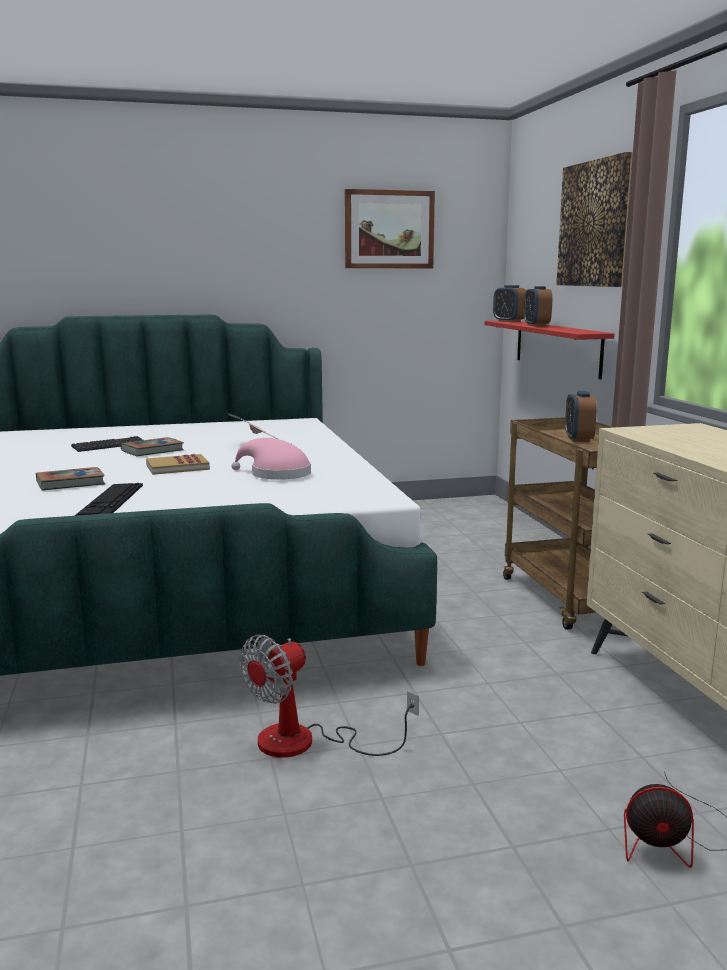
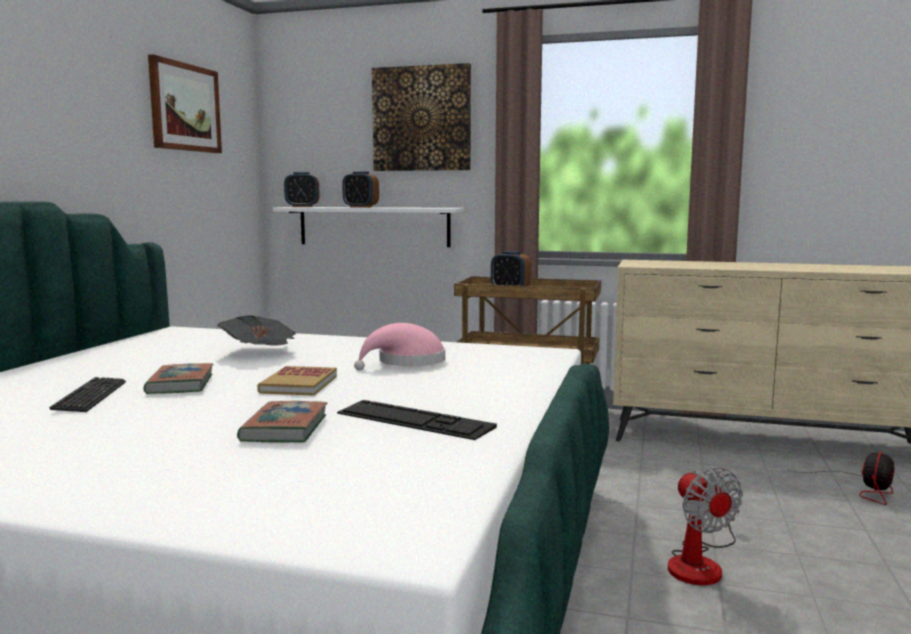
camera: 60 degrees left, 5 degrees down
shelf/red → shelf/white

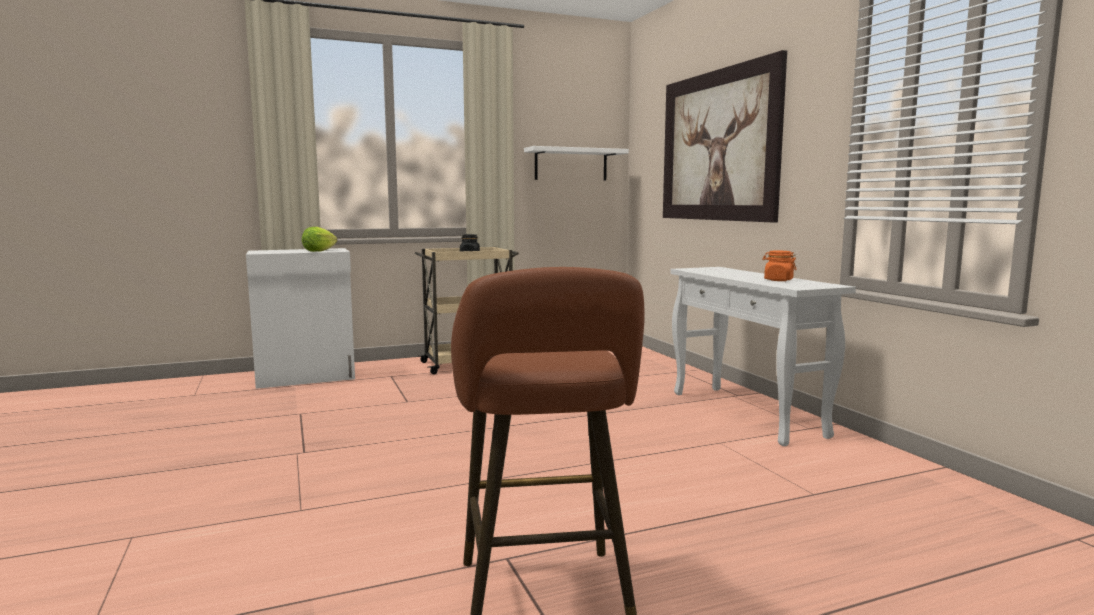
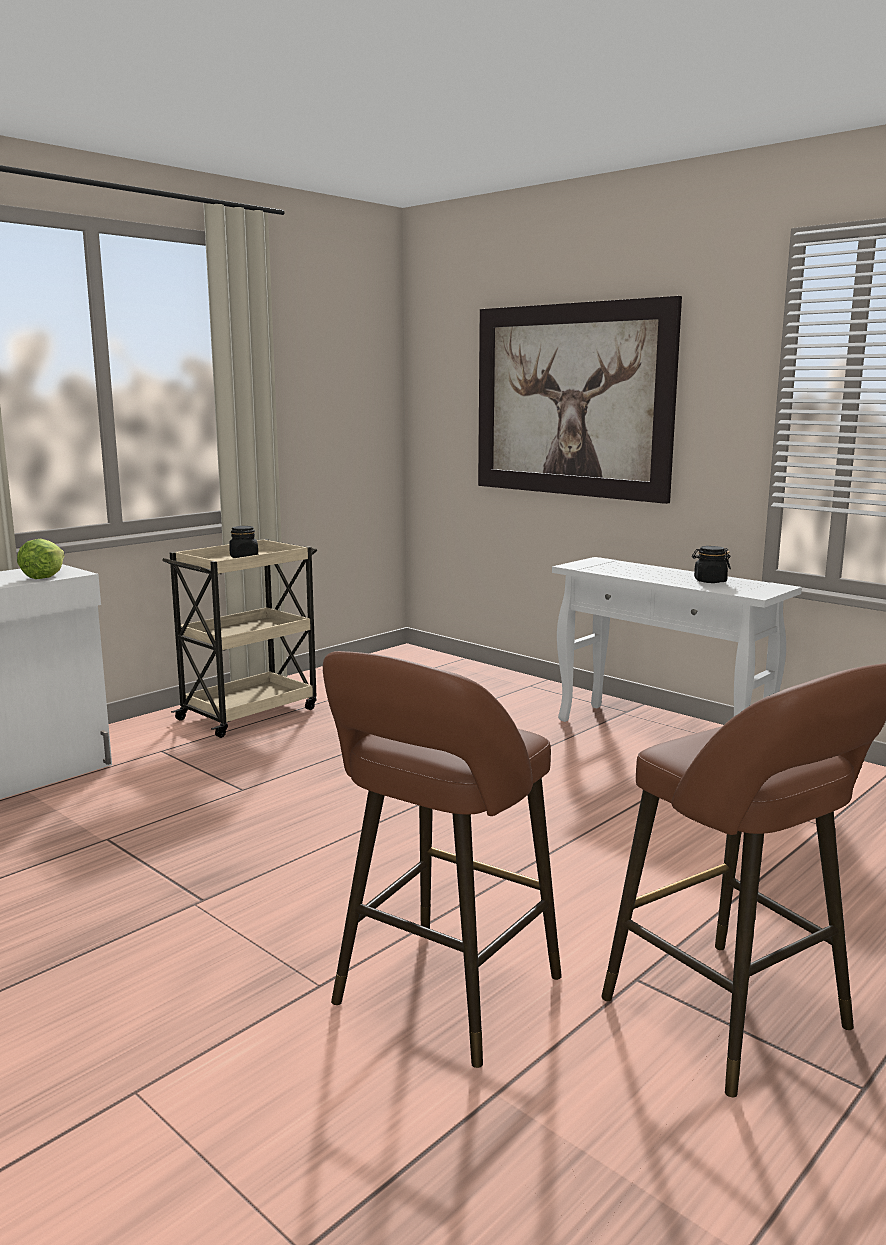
camera: 25 degrees left, 5 degrees up
- → stool/brown (1st from left)
jar/orange → jar/black (2nd from left)
shelf/white → -

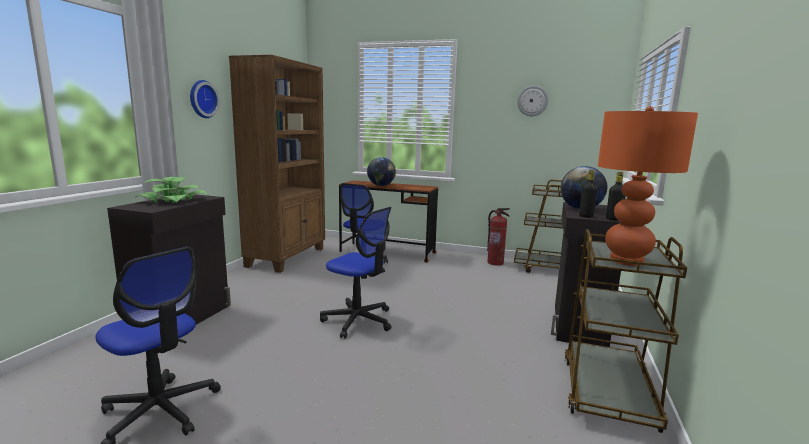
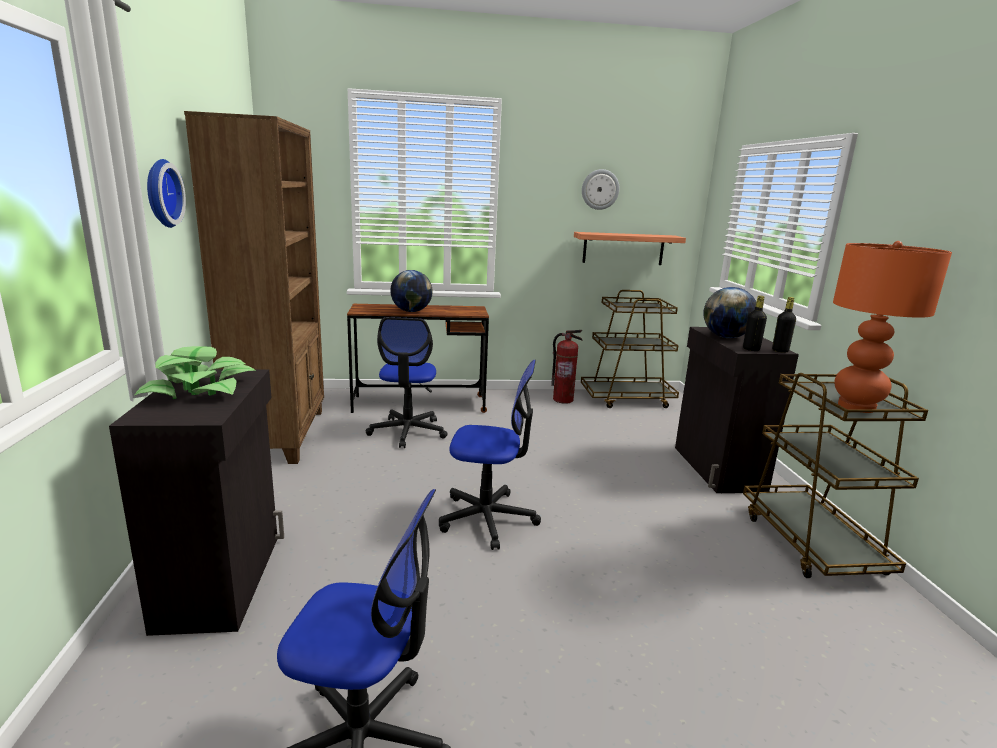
camera: 25 degrees left, 5 degrees up
- → shelf

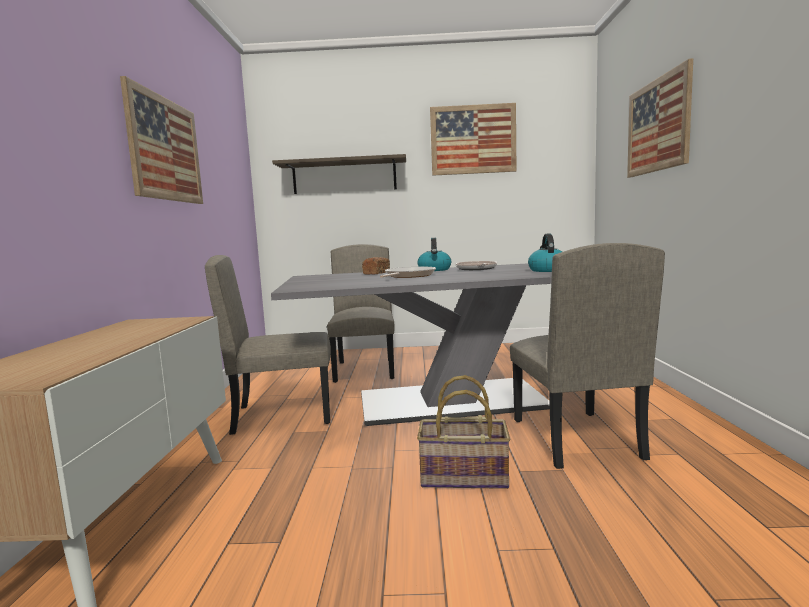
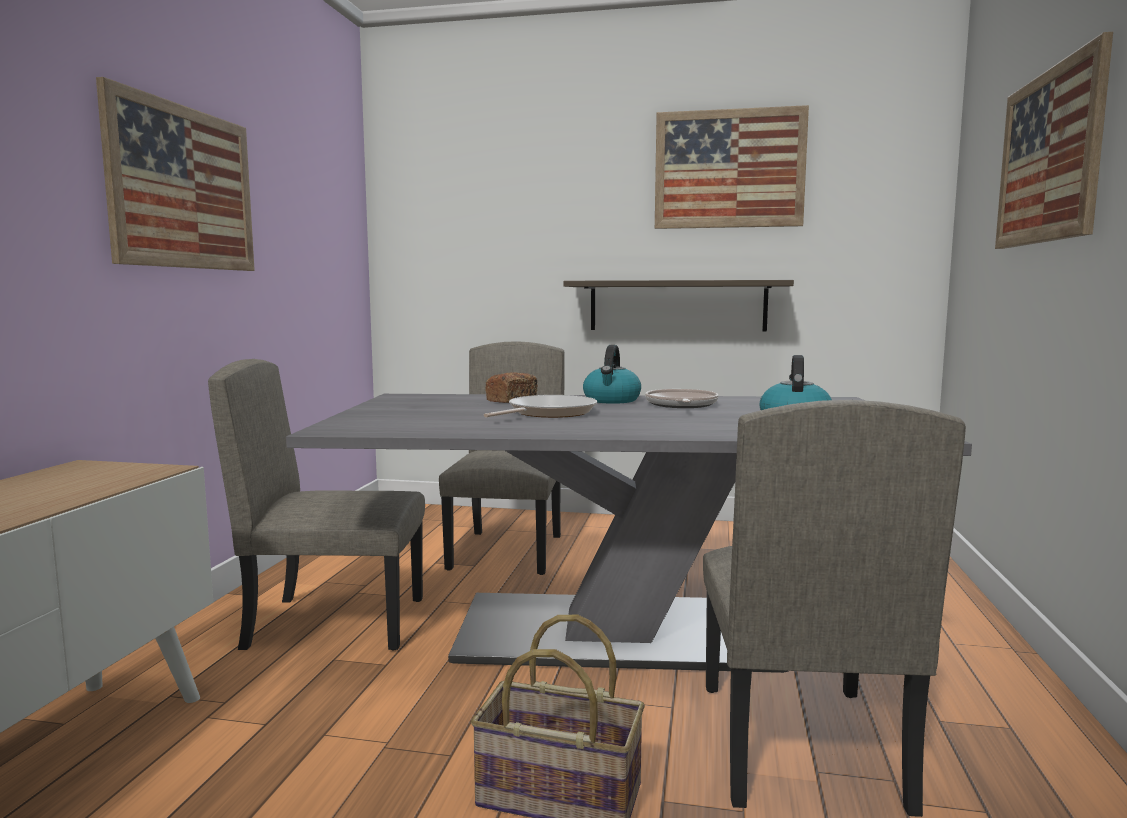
camera: 10 degrees right, 0 degrees up
shelf, move

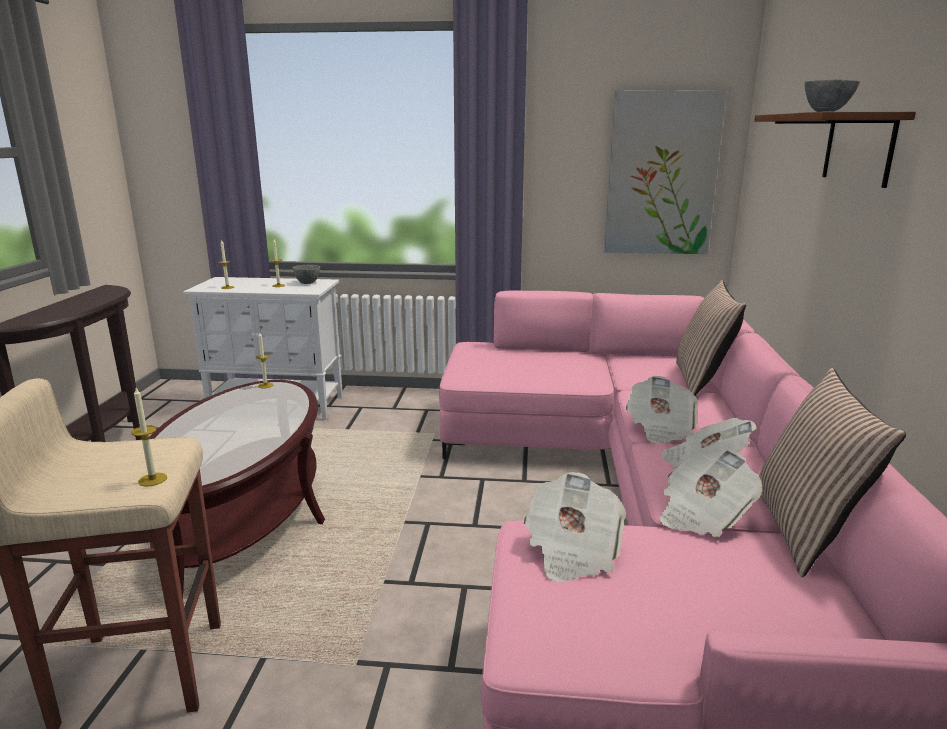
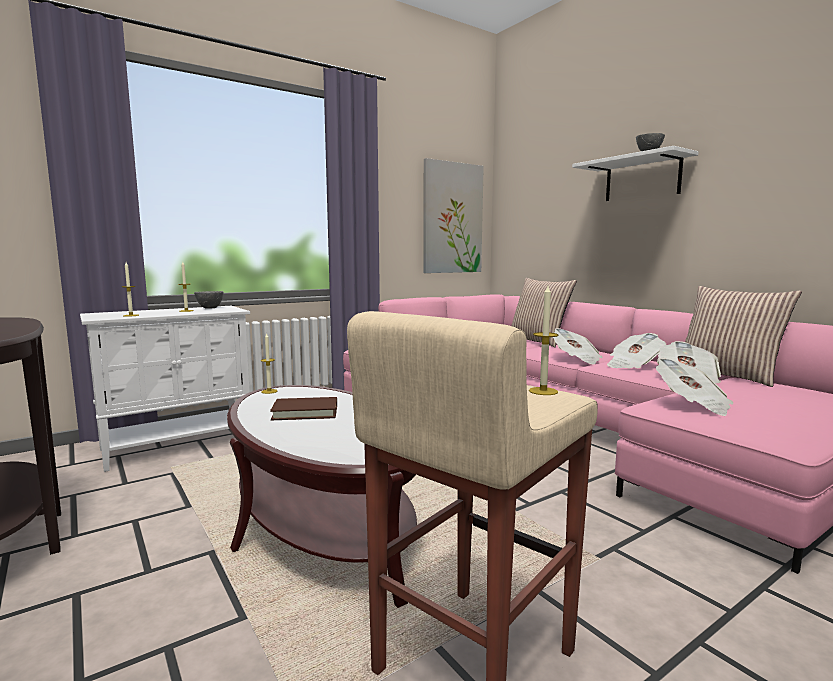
camera: 40 degrees left, 10 degrees down
- → book/brown
shelf/brown → shelf/white

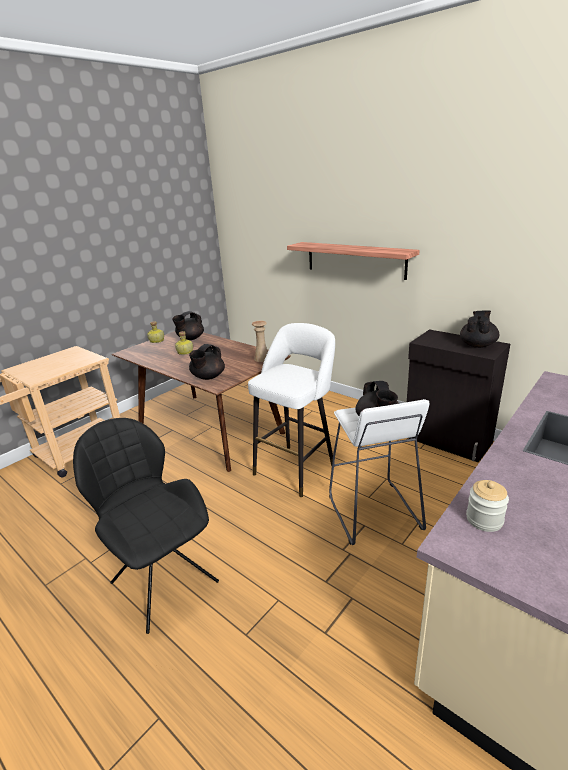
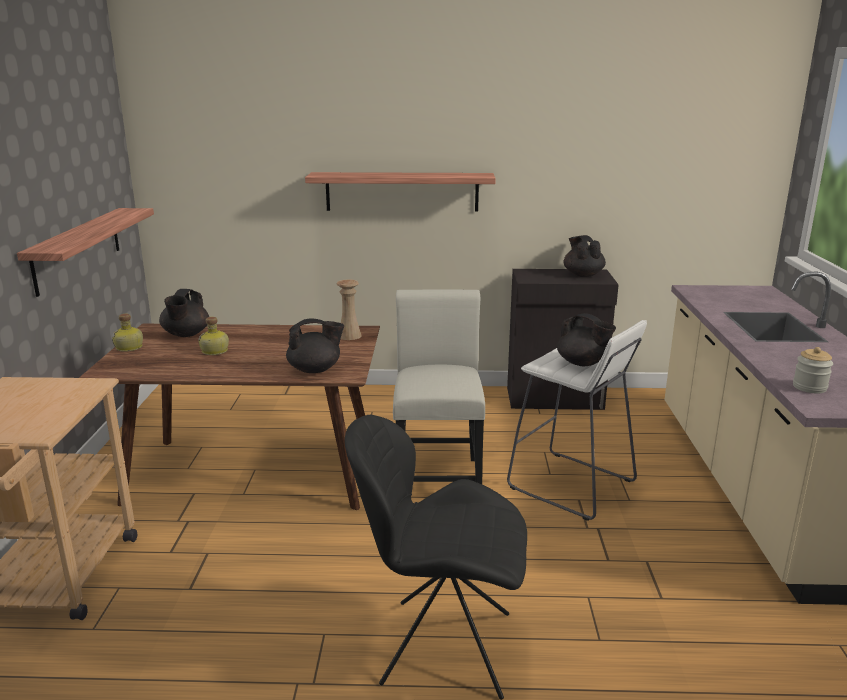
camera: 40 degrees left, 5 degrees down
- → shelf (1st from left)
teapot/black (2nd from left), 90 degrees counterclockwise
stool/white (1st from left) → chair/white

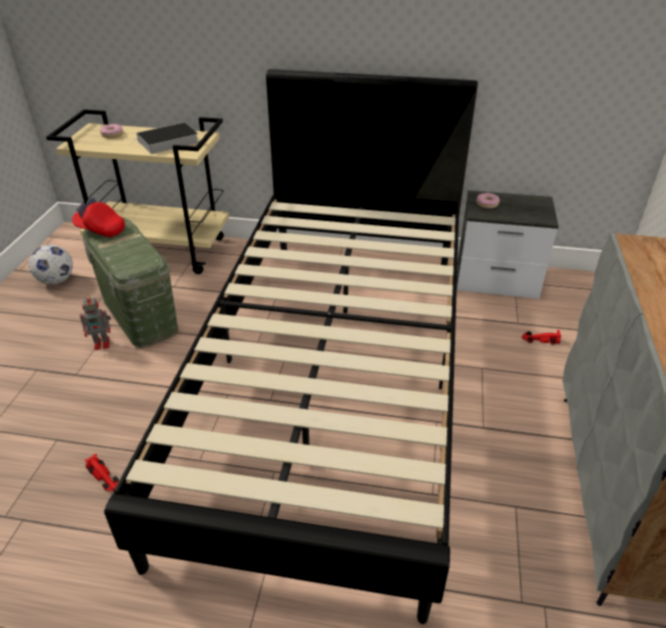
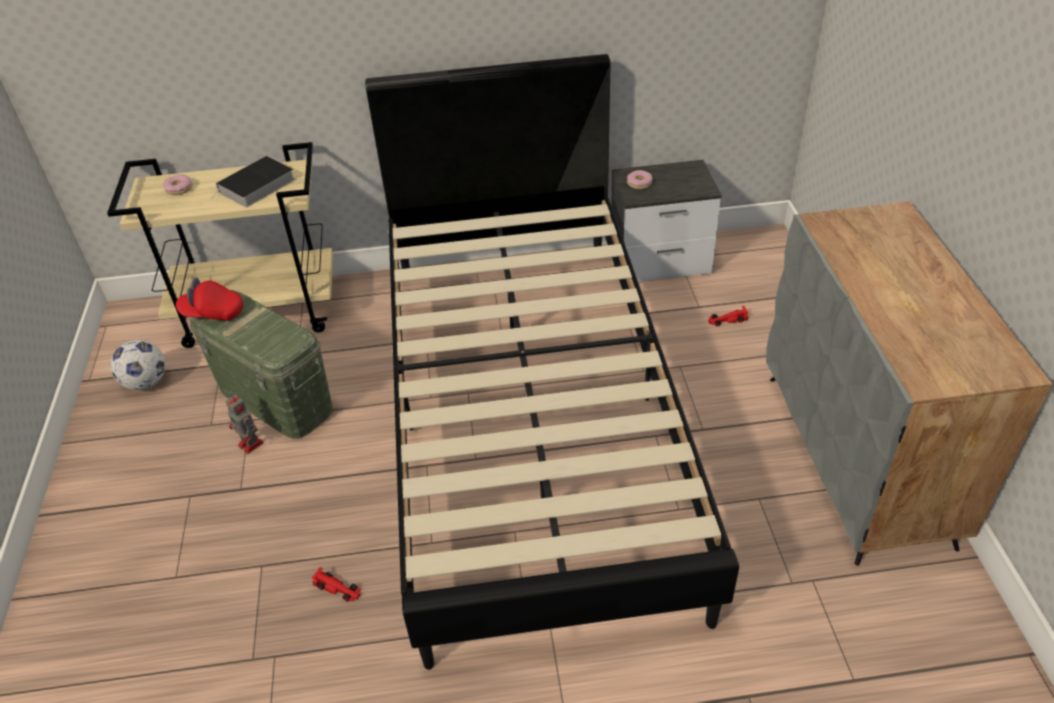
camera: 15 degrees left, 5 degrees up
toy robot, 75 degrees clockwise

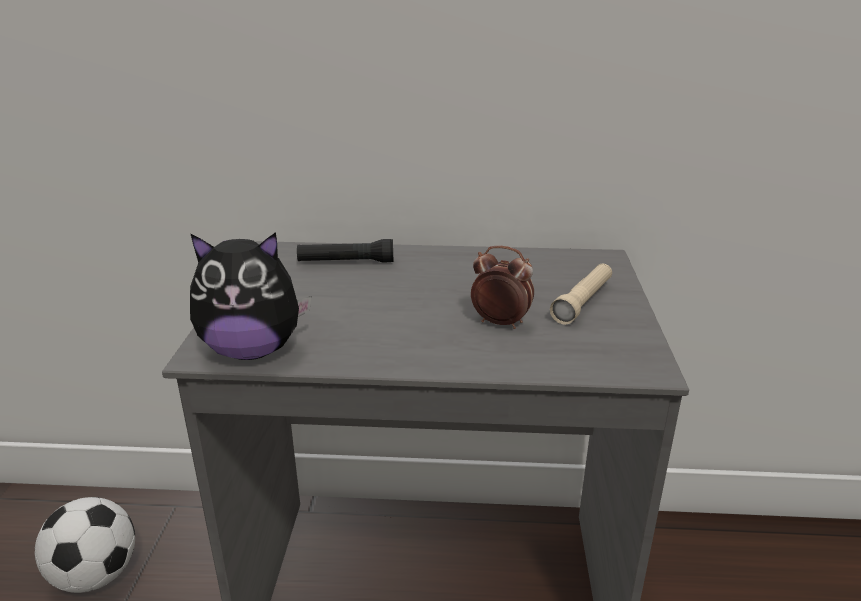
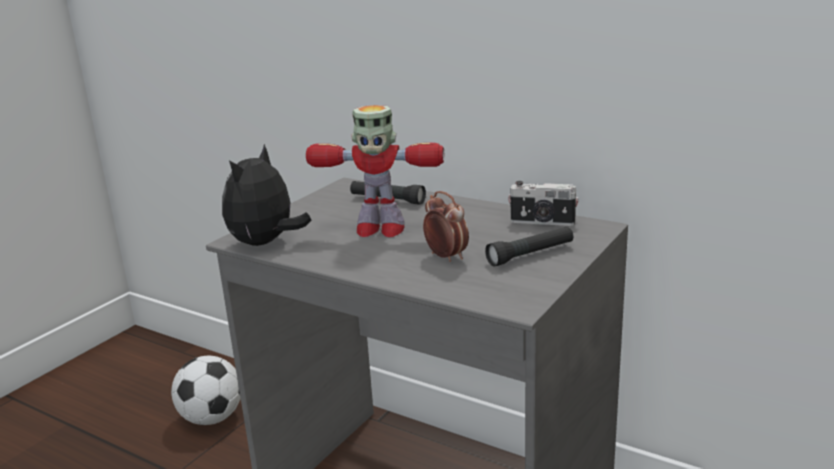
camera: 30 degrees right, 5 degrees down
plush toy, 90 degrees clockwise
- → toy robot
flashlight/beige → flashlight/black (2nd from left)
- → photo camera

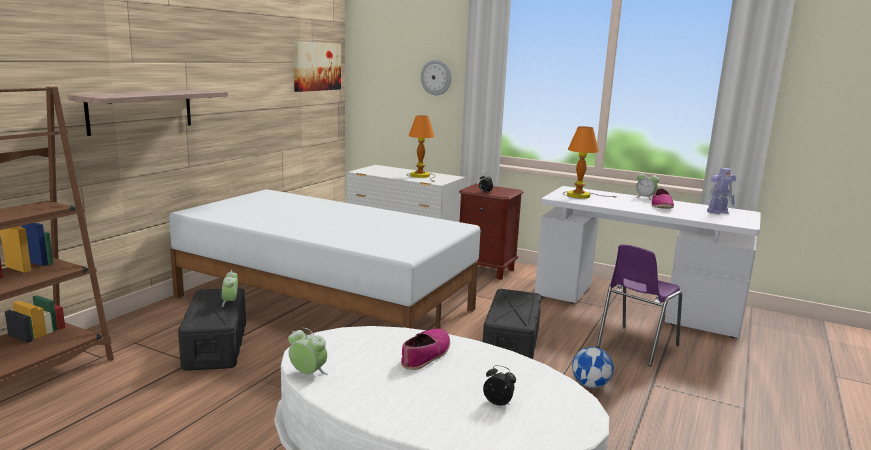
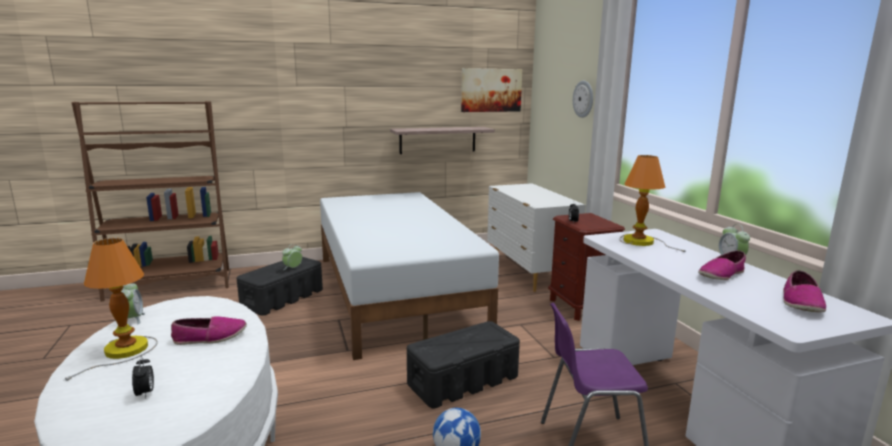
camera: 45 degrees right, 0 degrees up
table lamp (1st from left), move
shelf, move
toy robot → shoe (3rd from left)

